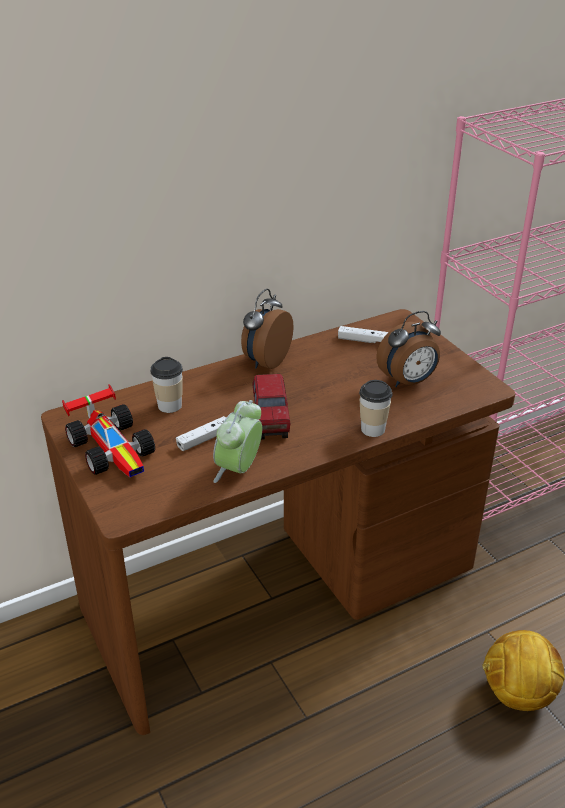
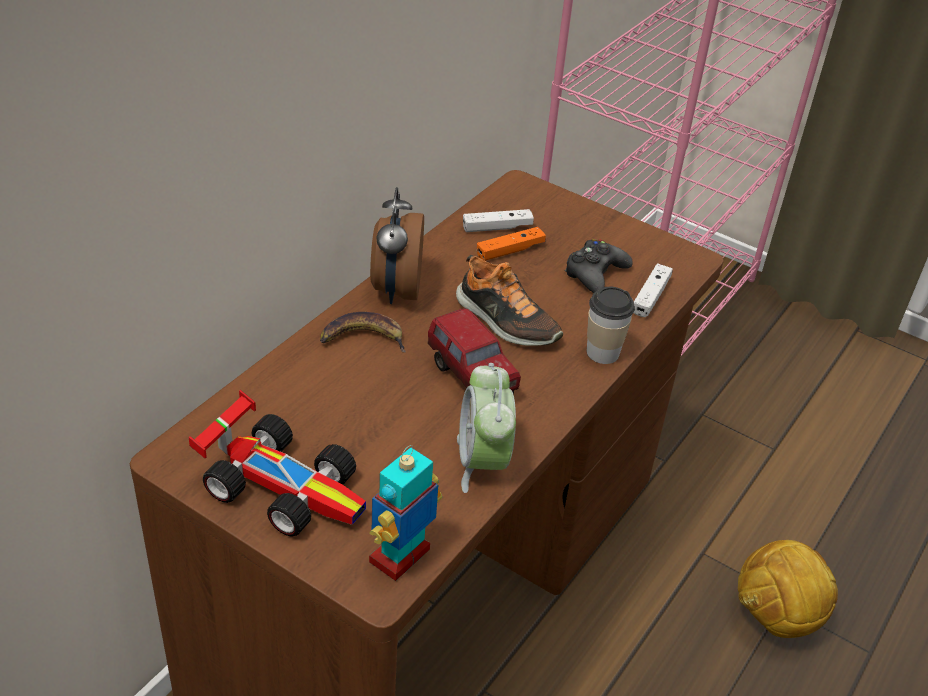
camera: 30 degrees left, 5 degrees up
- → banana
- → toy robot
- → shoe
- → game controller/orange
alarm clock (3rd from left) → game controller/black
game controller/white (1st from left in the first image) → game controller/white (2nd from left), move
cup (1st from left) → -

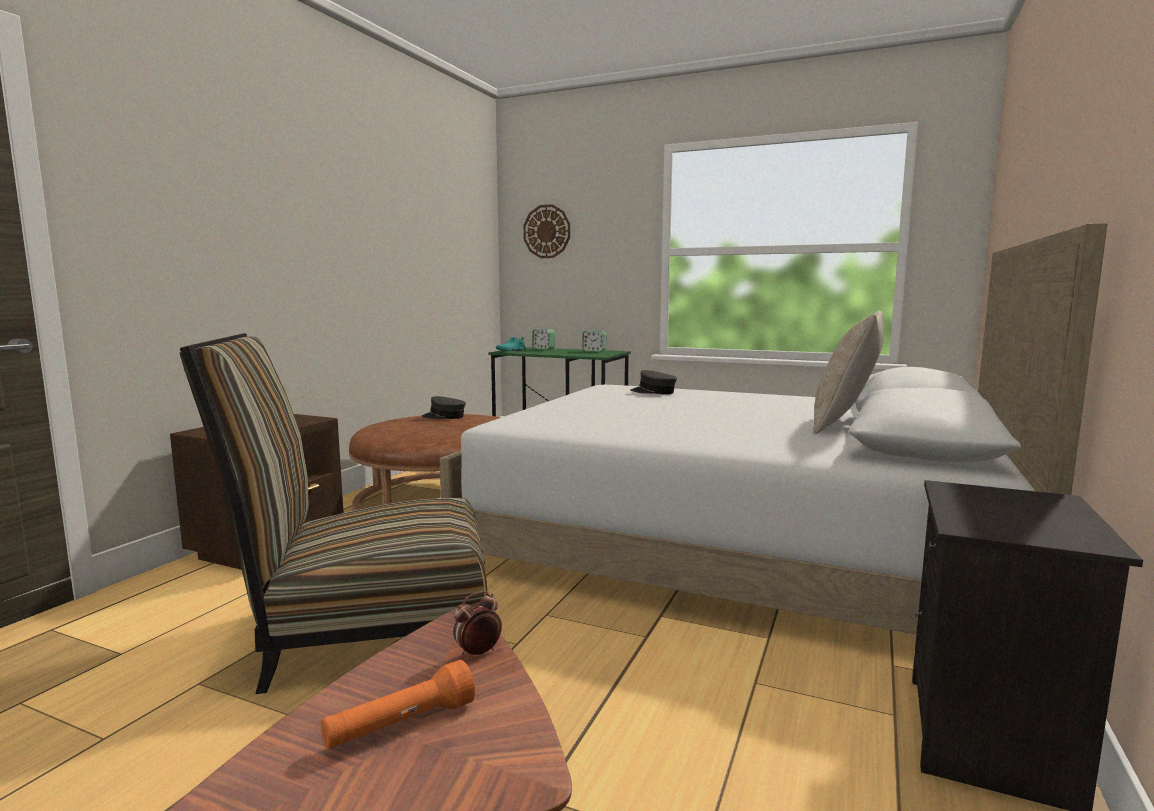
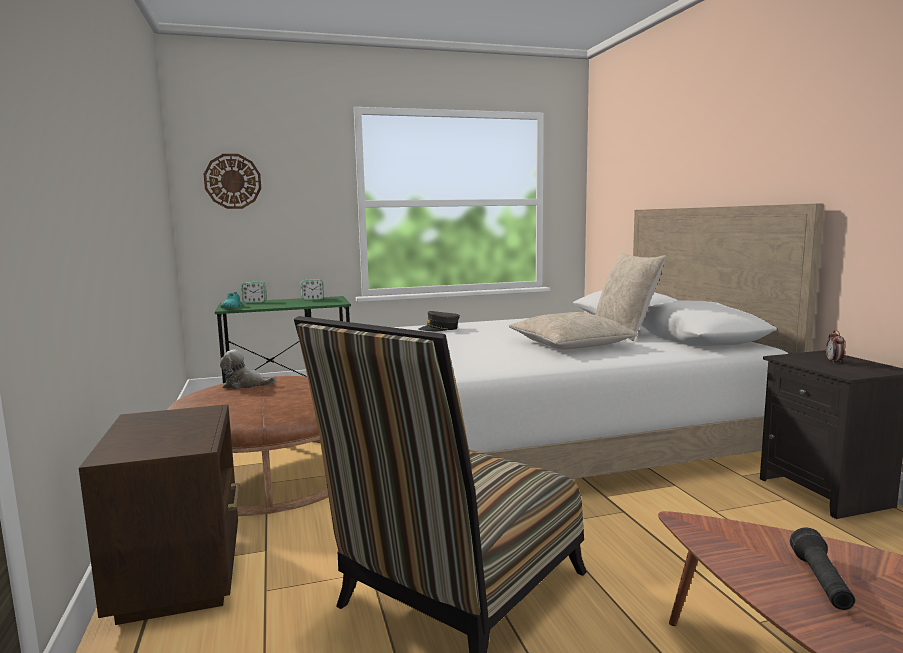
camera: 40 degrees left, 0 degrees up
cap/grey (1st from left) → plush toy
- → pillow/beige (1st from left)
flashlight/orange → flashlight/black
alarm clock (1st from left in the first image) → alarm clock (3rd from left), move

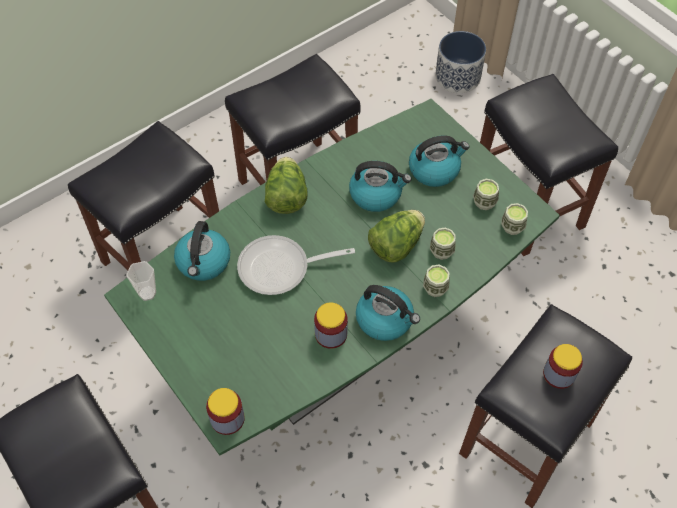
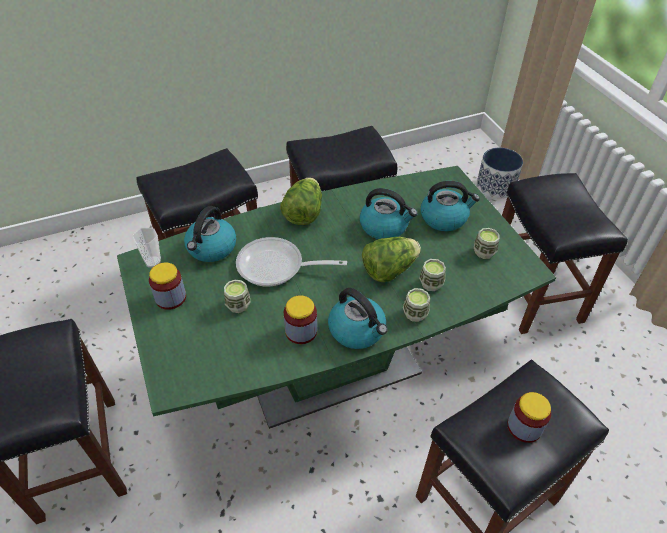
camera: 15 degrees right, 10 degrees down
jar (1st from left), move
cup (5th from left in the first image) → cup (2nd from left), move

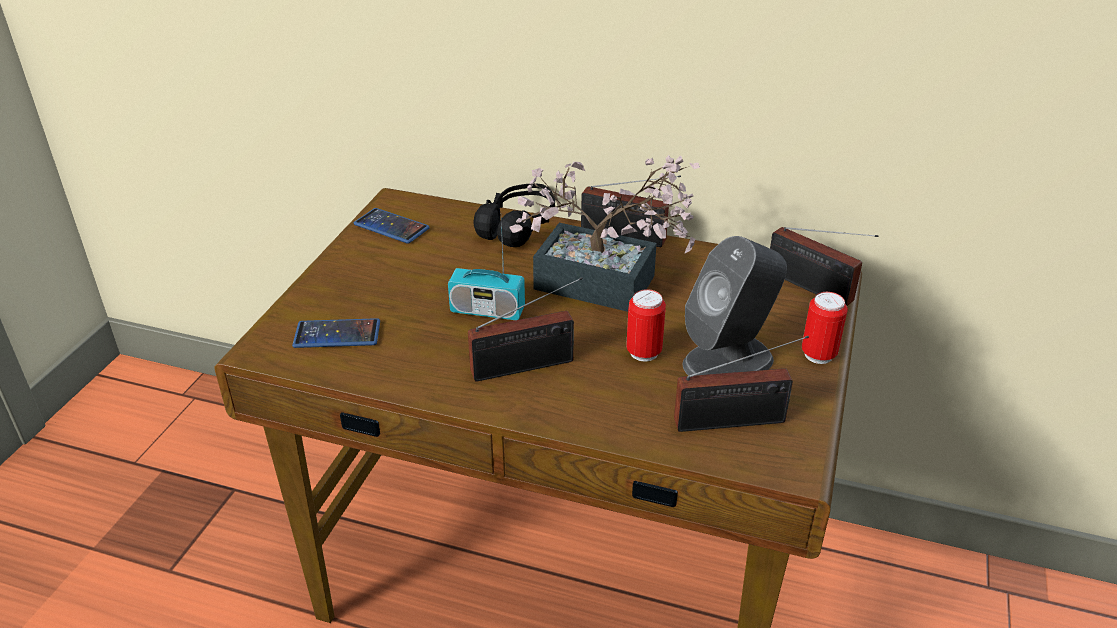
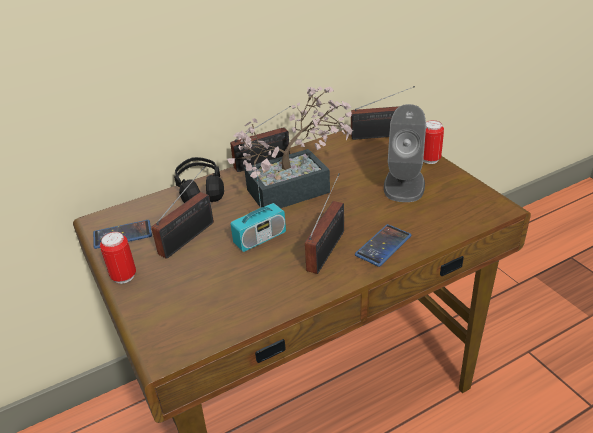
camera: 45 degrees left, 0 degrees up
can (1st from left), move
radio (4th from left in the first image) → radio (1st from left), move
phone (1st from left in the first image) → phone (2nd from left), move

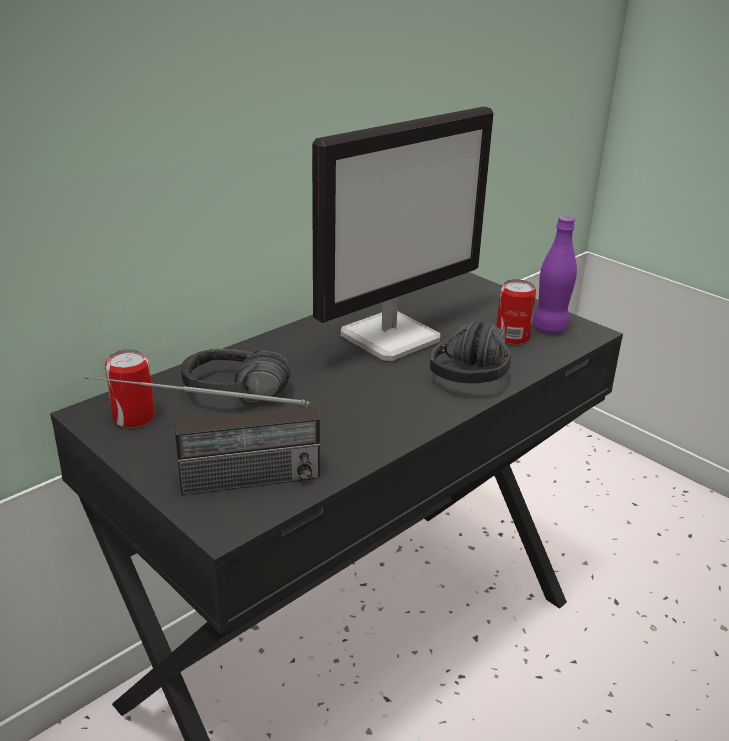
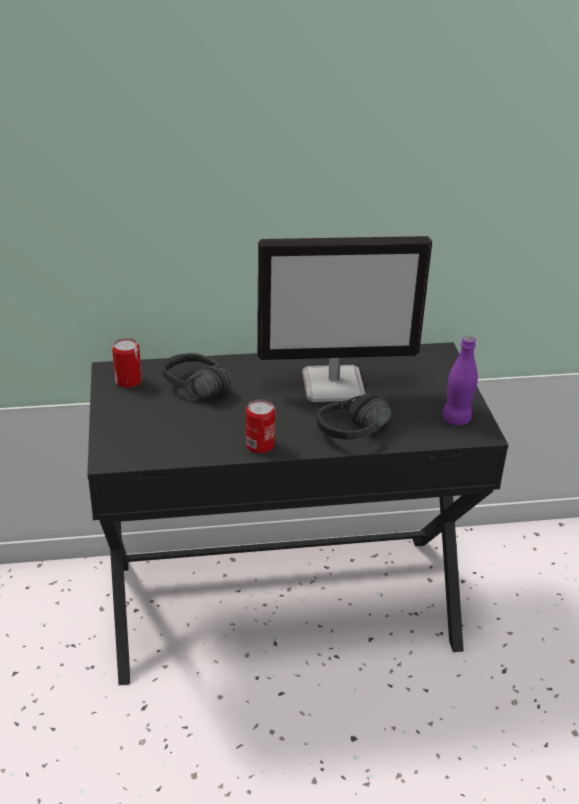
camera: 35 degrees right, 5 degrees up
can (2nd from left), move
radio → -

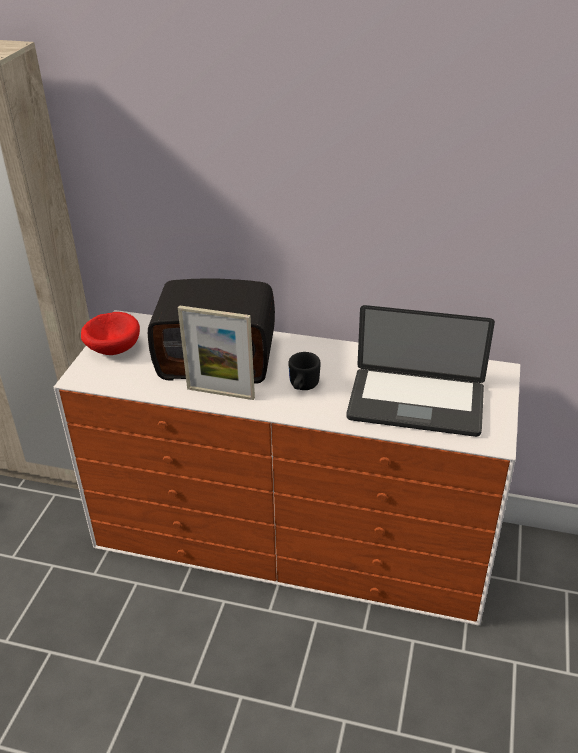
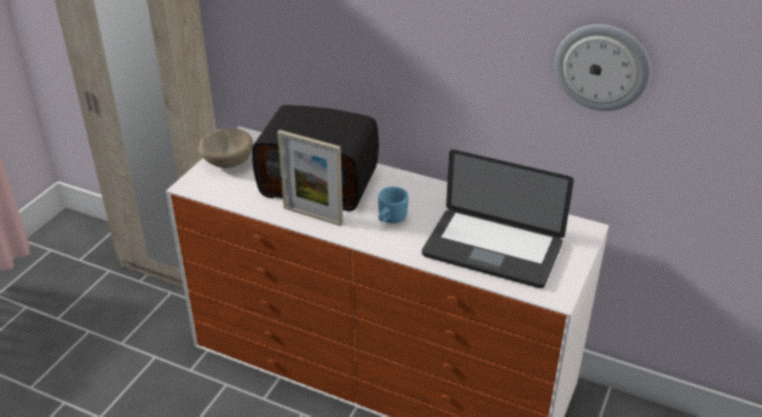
camera: 10 degrees right, 0 degrees up
bowl/red → bowl/beige
mug/black → mug/blue
- → wall clock

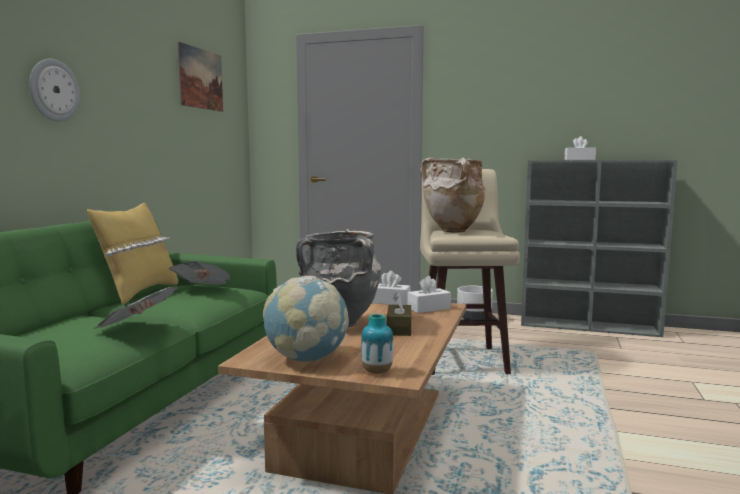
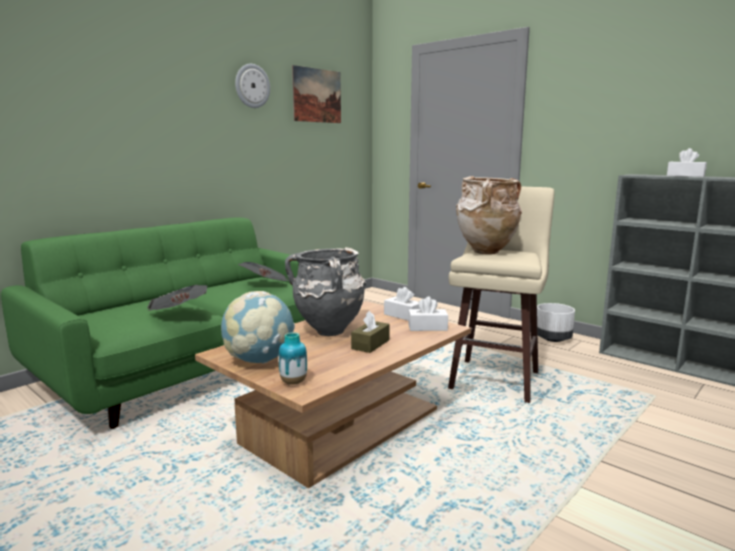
camera: 25 degrees right, 5 degrees up
wall clock, move
pillow/yellow → -

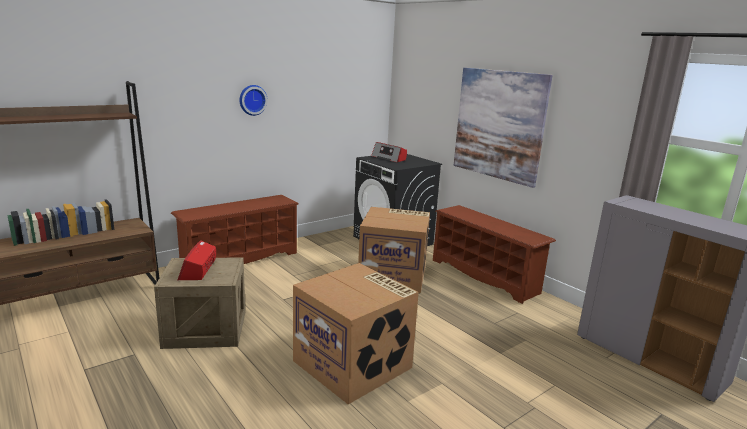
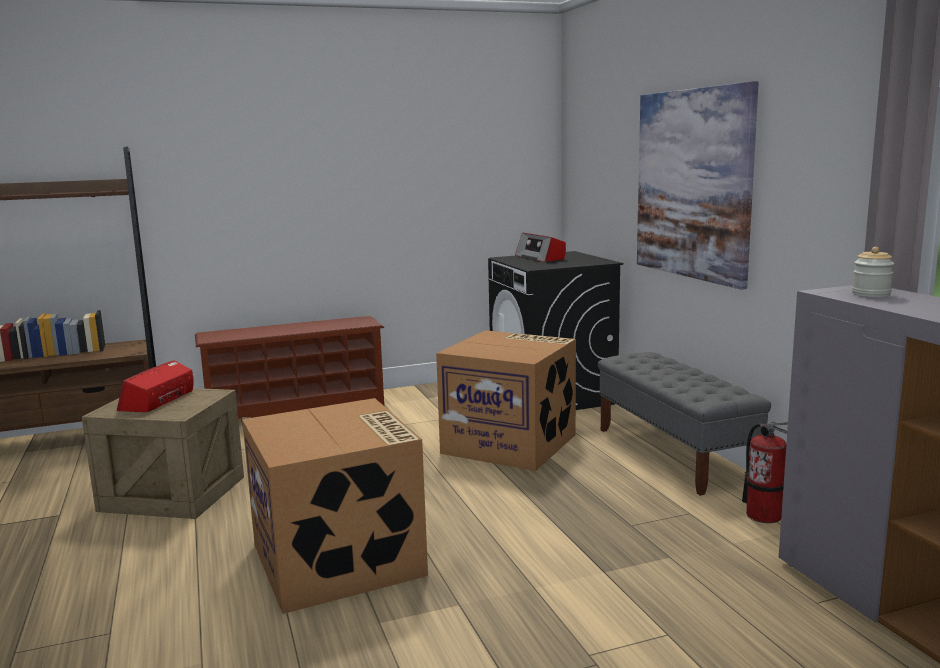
camera: 20 degrees right, 5 degrees down
shoe rack/brown (2nd from left) → bench/grey
- → fire extinguisher
- → jar
wall clock → -

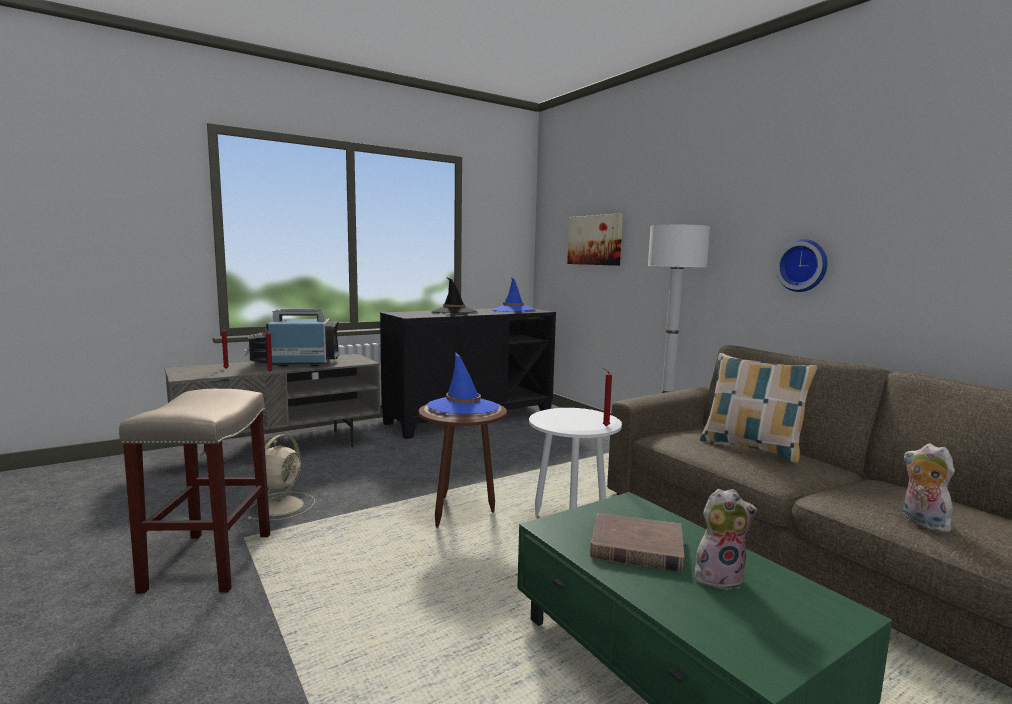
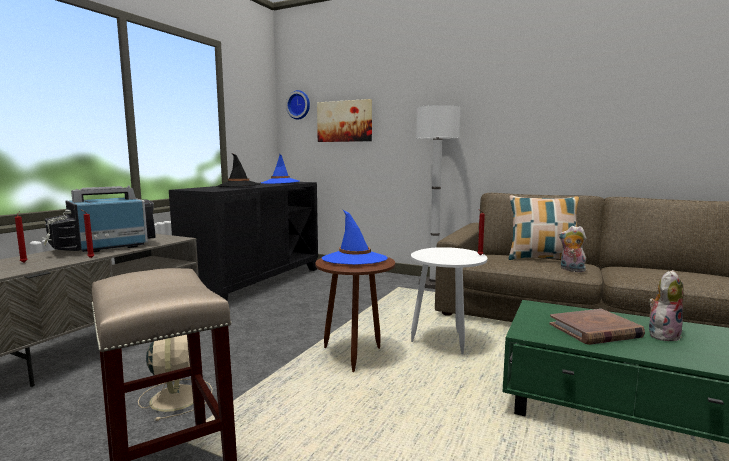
camera: 30 degrees left, 0 degrees up
wall clock, move
plush toy (2nd from left in the first image) → plush toy (1st from left), move

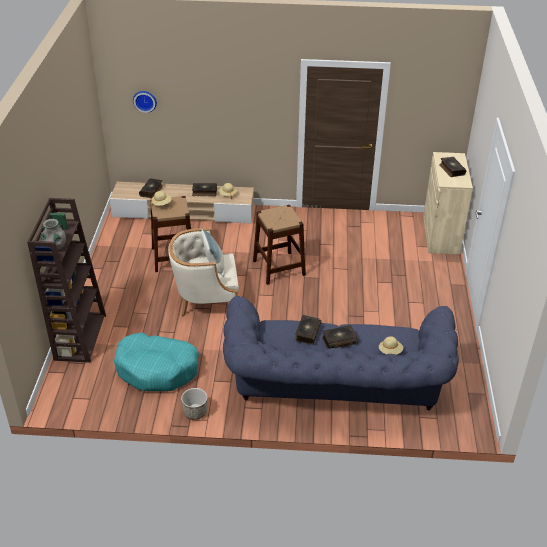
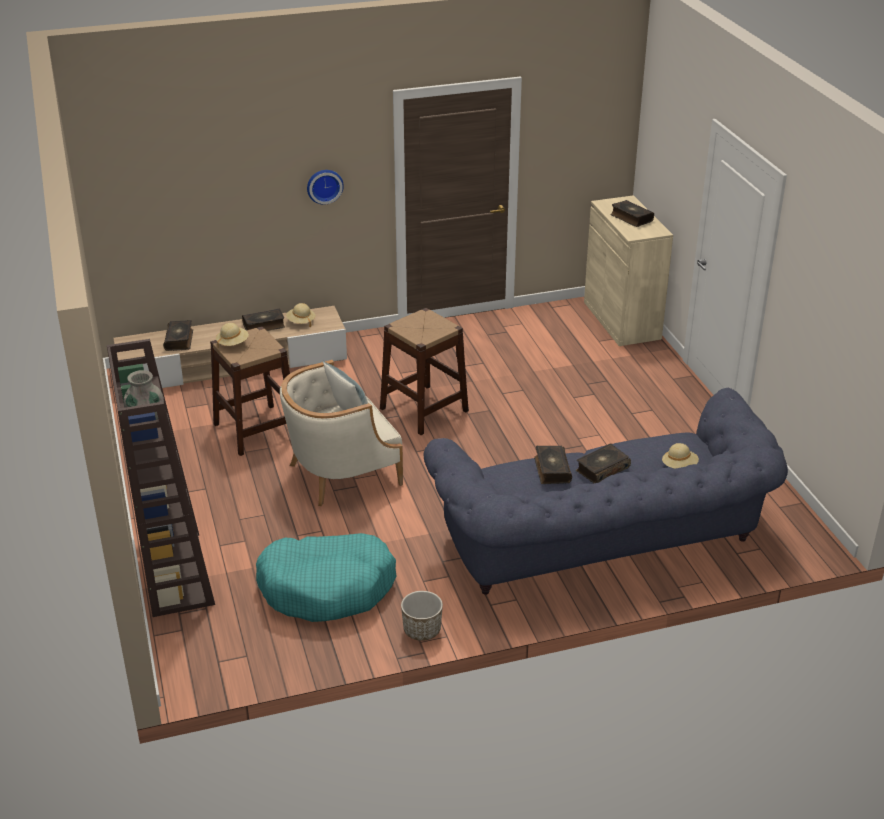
camera: 20 degrees left, 5 degrees down
wall clock, move

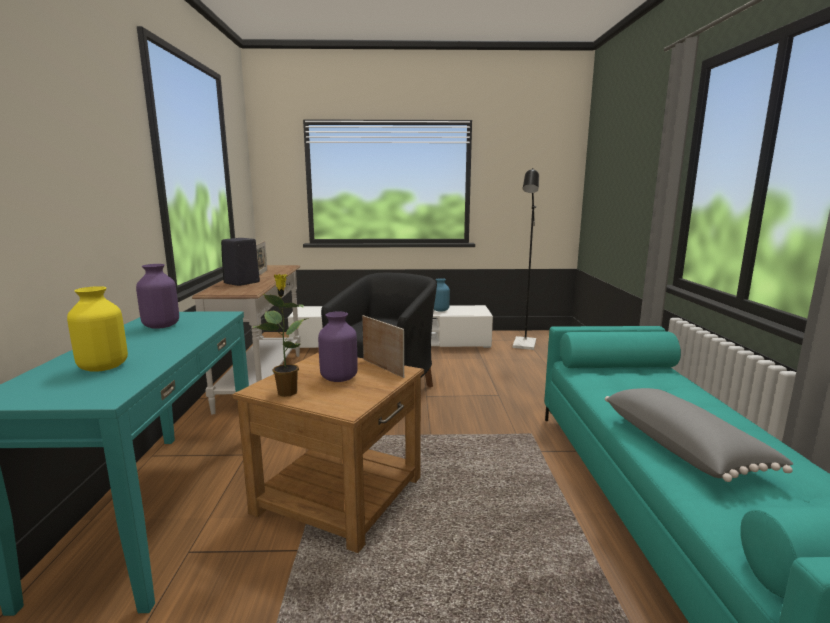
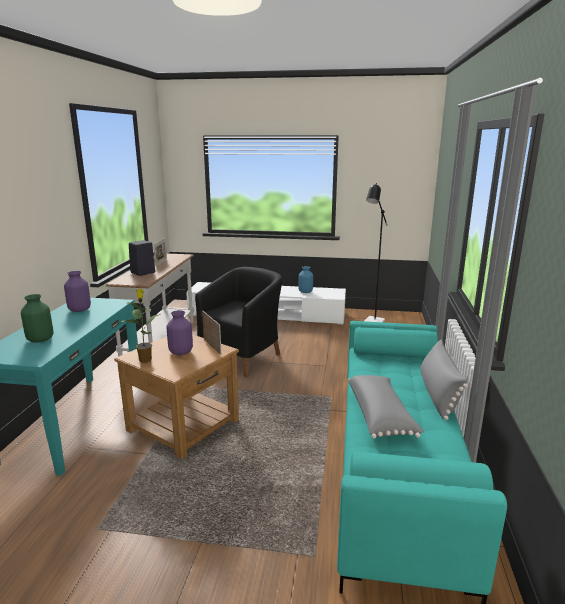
camera: 10 degrees right, 5 degrees up
vase/yellow → vase/green
- → pillow/grey (2nd from left)

